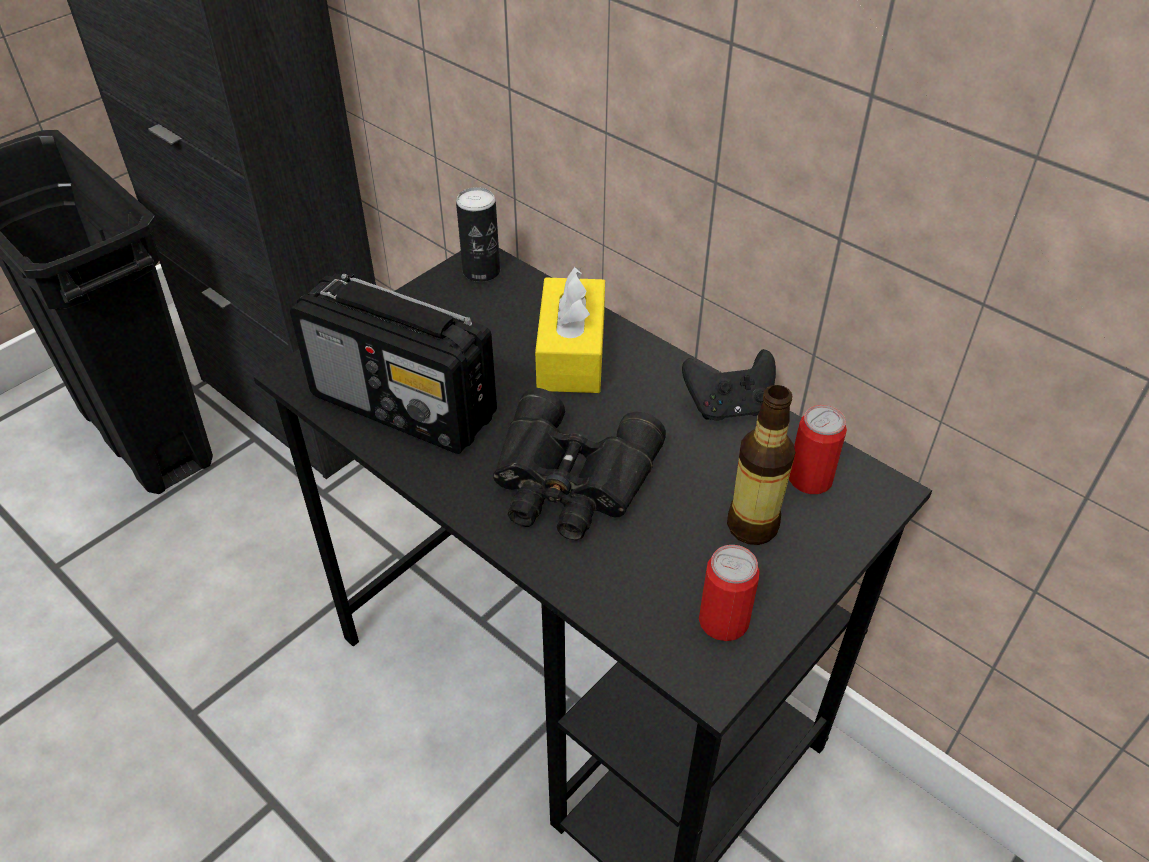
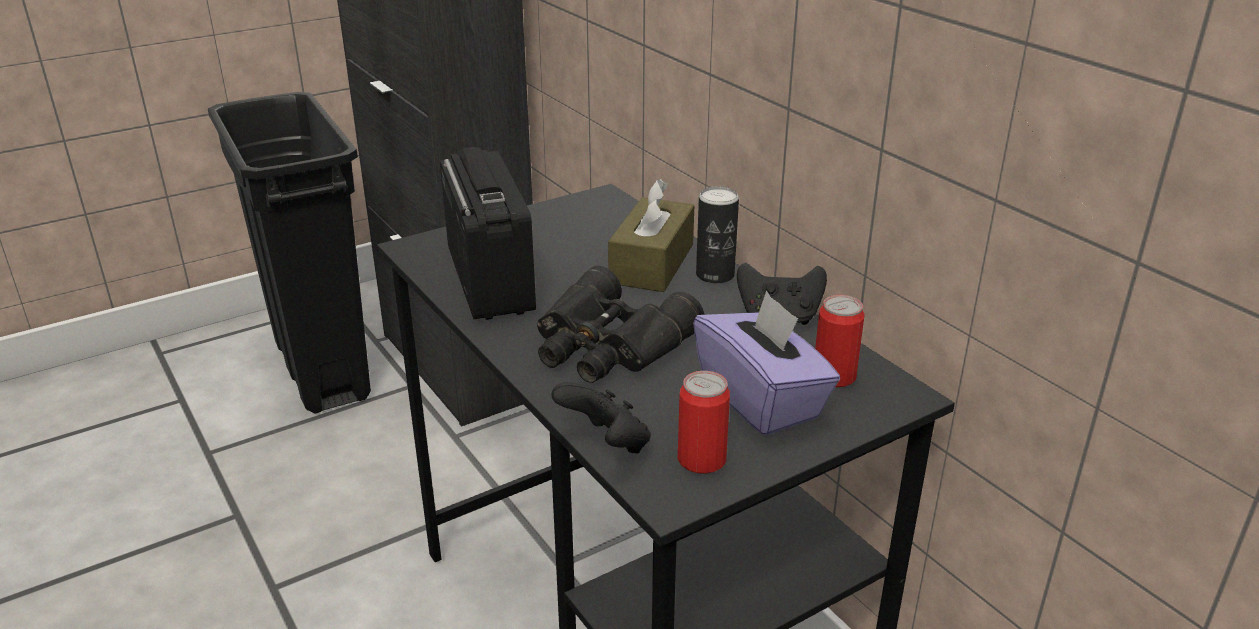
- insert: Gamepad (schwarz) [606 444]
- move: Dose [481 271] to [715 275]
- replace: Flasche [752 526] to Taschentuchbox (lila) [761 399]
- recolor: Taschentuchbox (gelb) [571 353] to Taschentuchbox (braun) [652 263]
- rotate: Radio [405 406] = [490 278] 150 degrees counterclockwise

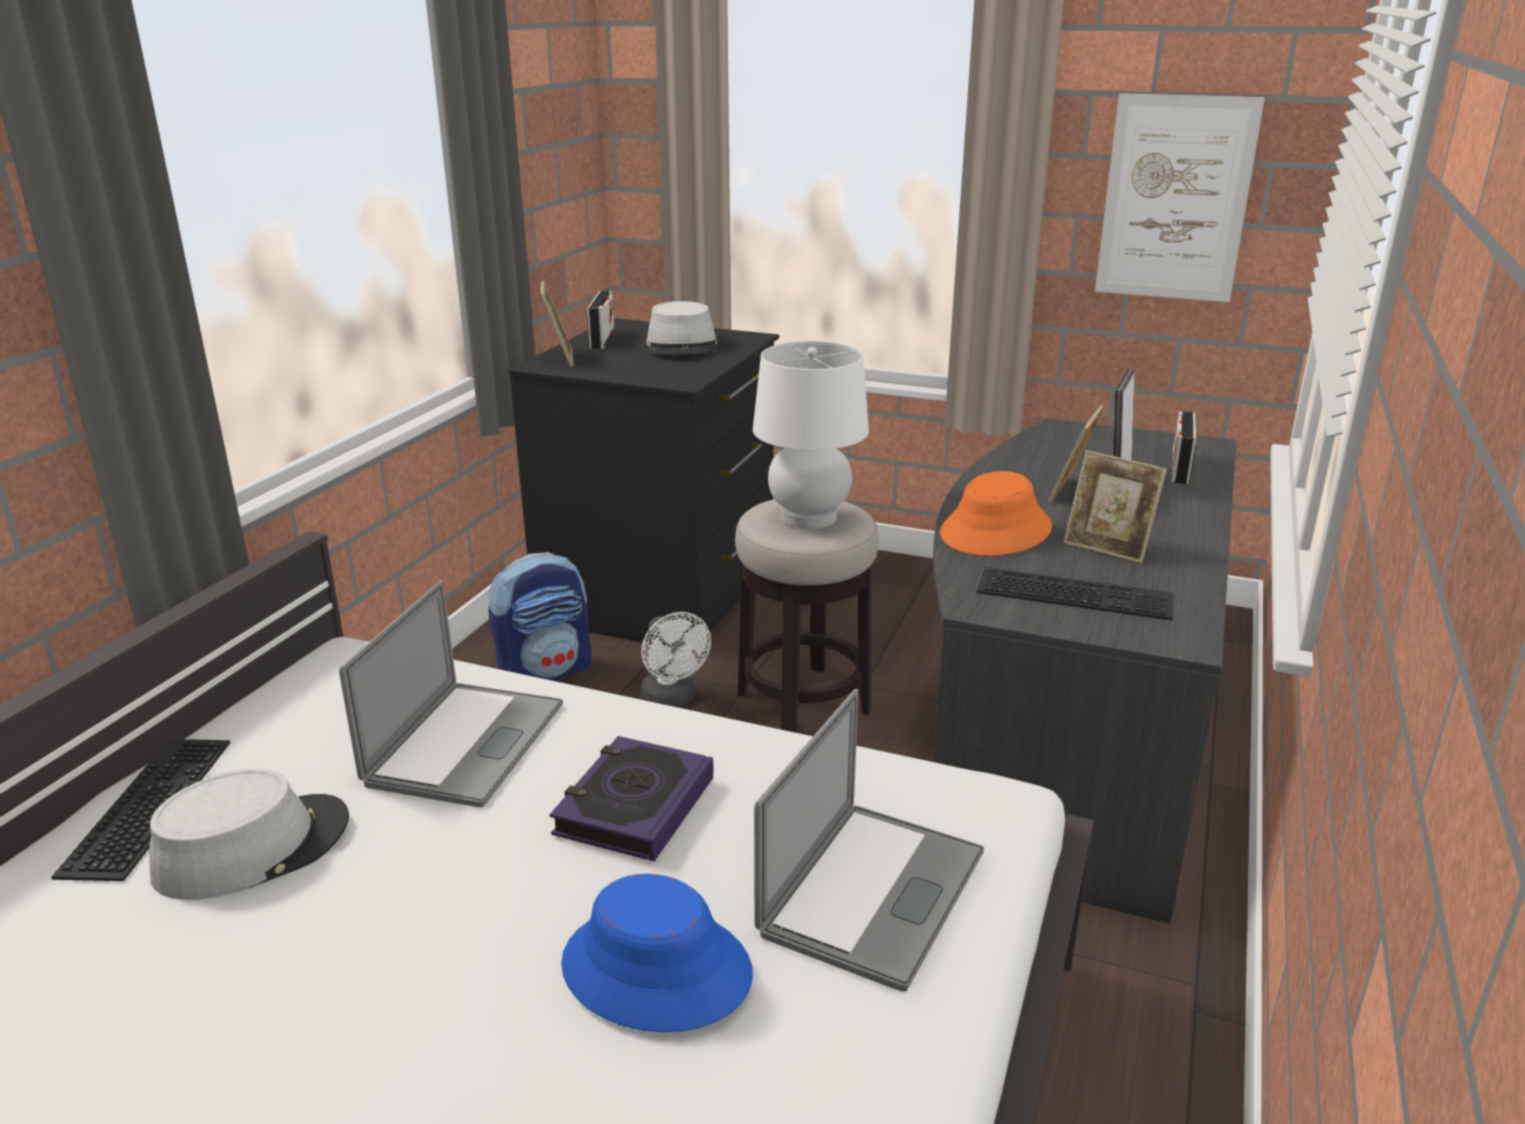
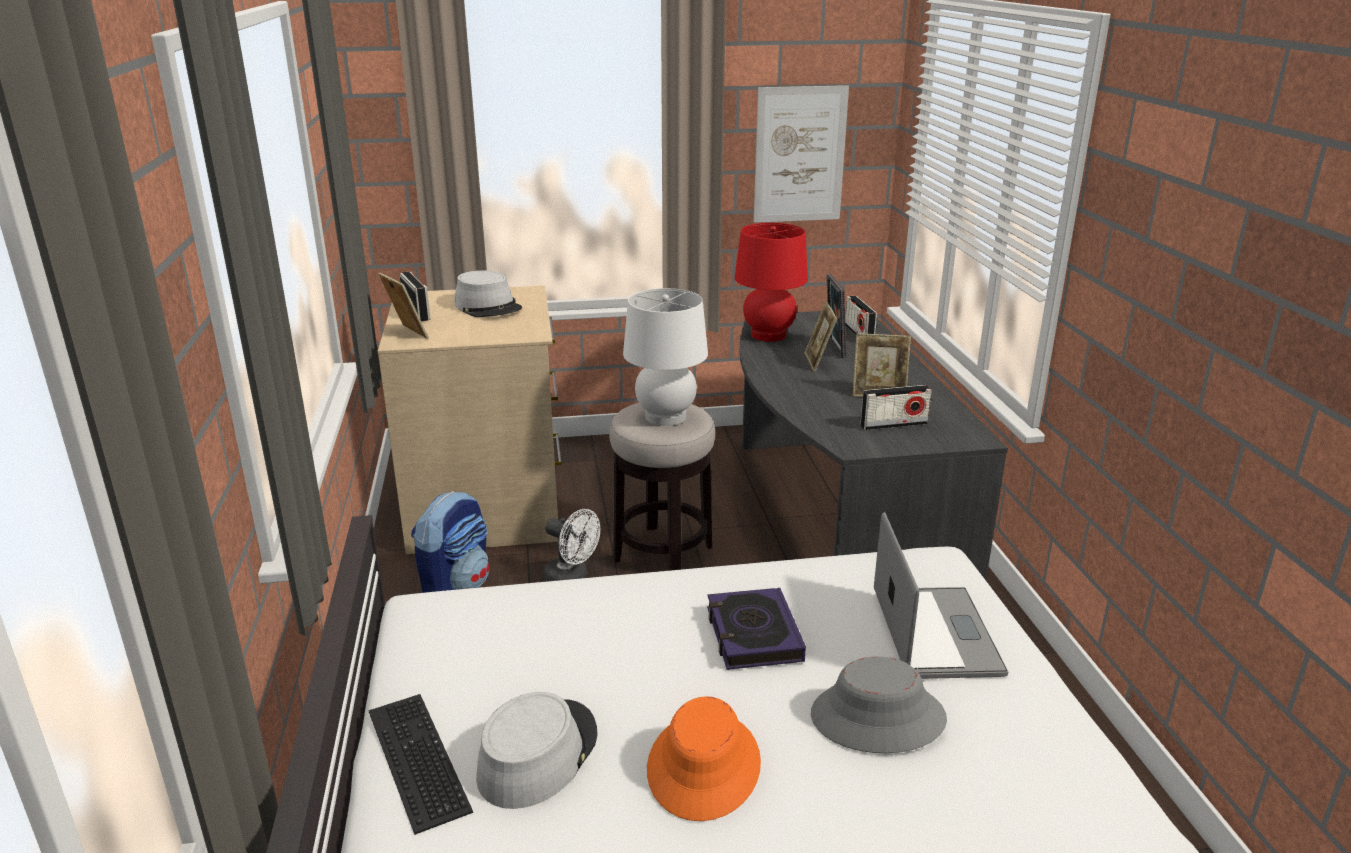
- delete: Laptop [466 743]
- insert: Tischlampe (rot) [768 335]
- move: Hut (orange) [996 531] to [704 766]
- replace: Tastatur [1077 592] to Radio [893 425]
- recolor: Kommode (schwarz) [662 594] to Kommode (beige) [487 506]
- recolor: Hut (blau) [655 970] to Hut (grau) [877 718]

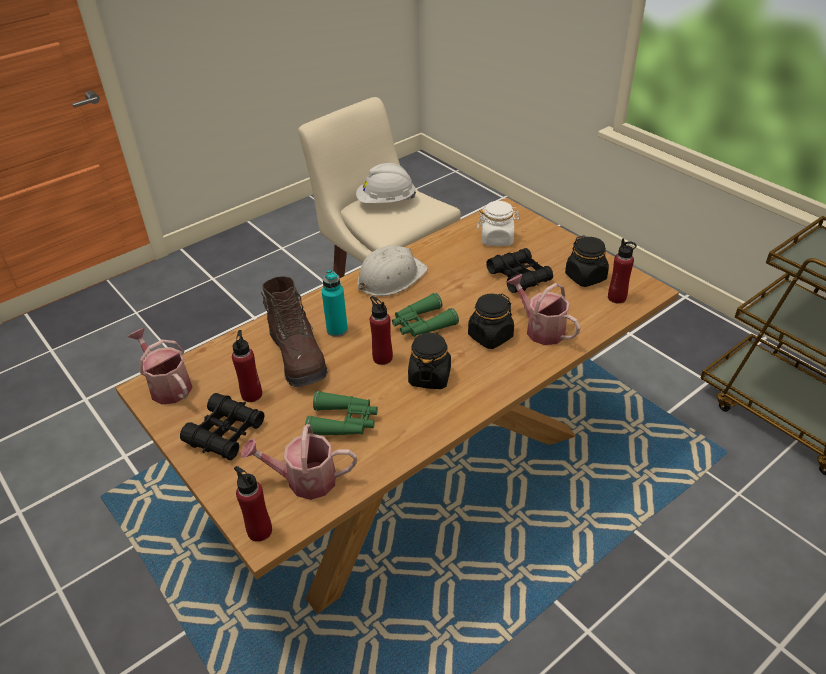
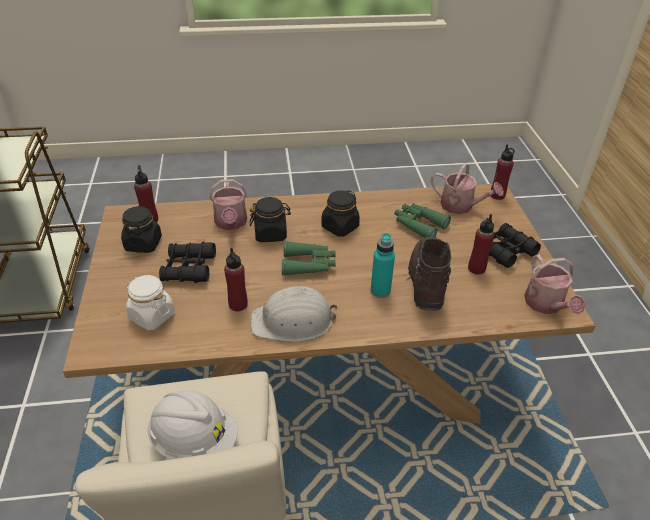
- move: Flasche (rot) [382 358] to [238 304]

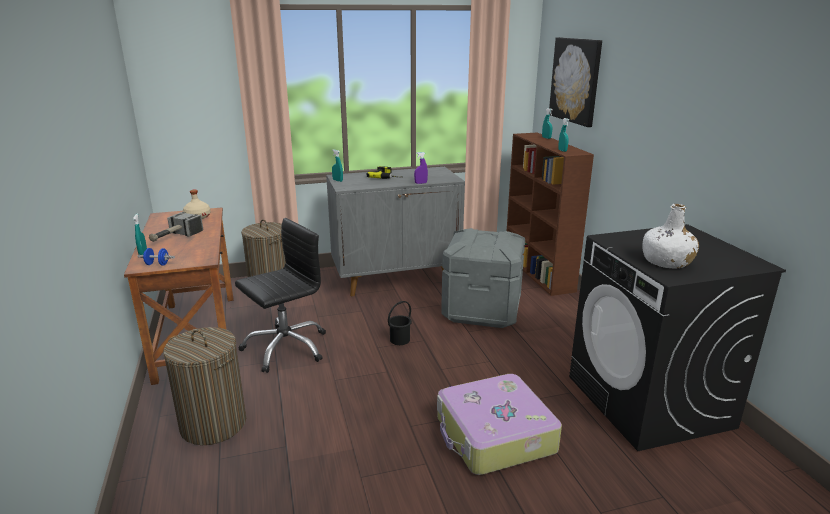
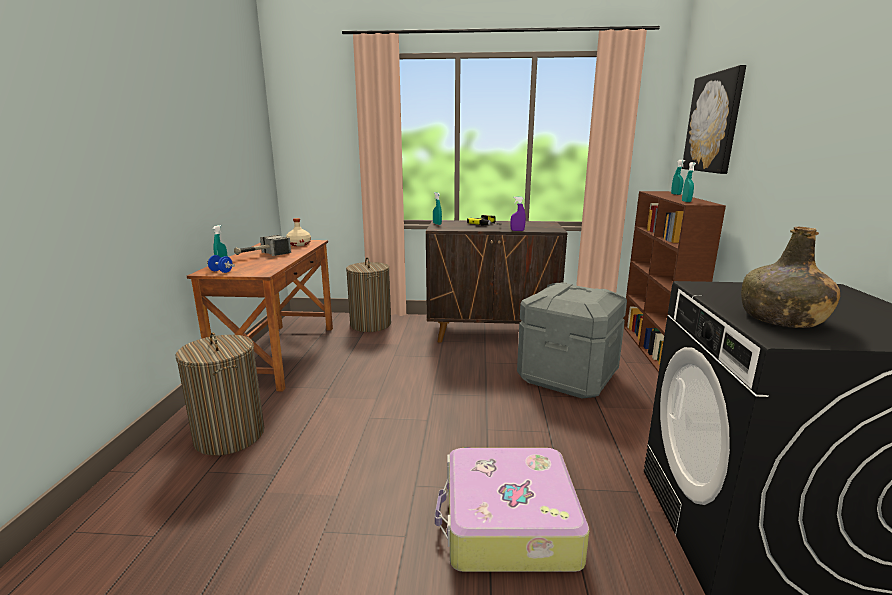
- delete: Bürostuhl (schwarz) [285 347]
- delete: Eimer (schwarz) [399 340]
- recolor: Schrank (grau) [396 279] to Schrank (braun) [492 333]
- recolor: Flasche (weiß) [666 262] to Flasche (grün) [781 319]

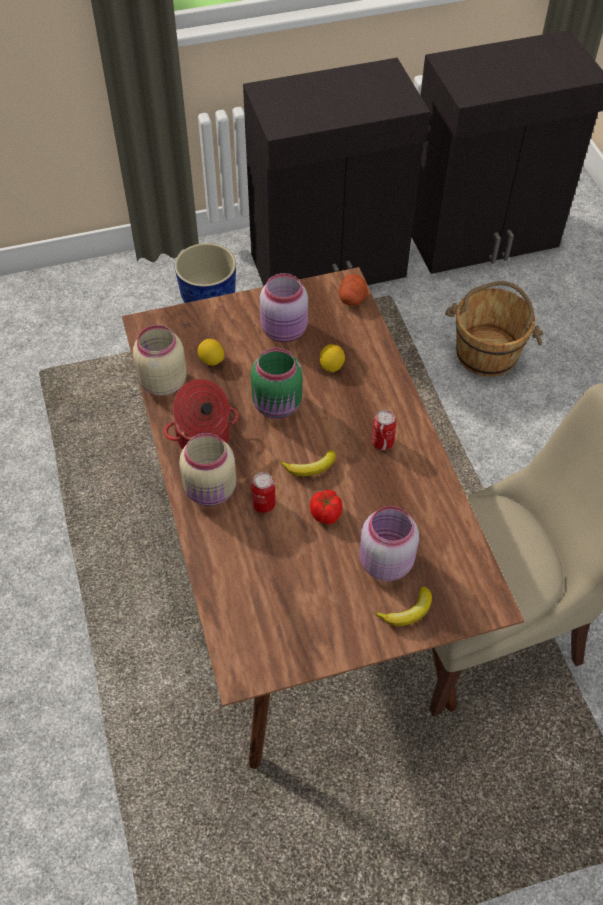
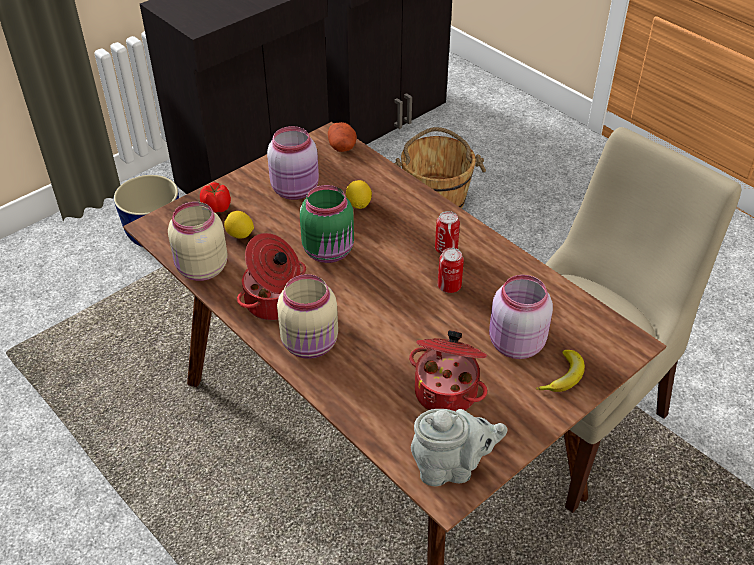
- delete: Banane [310 468]
- insert: Kochtopf [447 391]
- insert: Teekanne (grau) [451 467]
- move: Dose [263 504] to [449 286]
- move: Tomate [326 514] to [217 208]

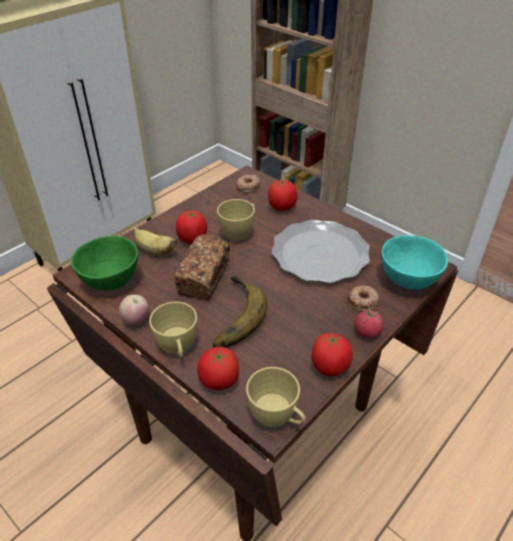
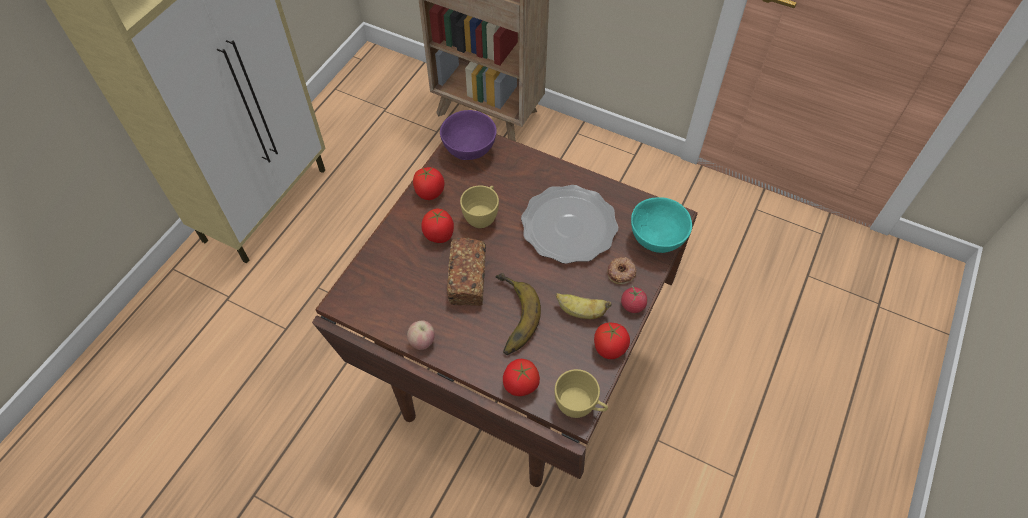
- delete: Schüssel (grün) [110 281]
- delete: Tasse (gelb) [178 349]
- move: Banane [154 250] to [580 312]
- move: Tomate [282 207] to [430 193]
- replace: Donut [248 186] to Schüssel (lila) [470 151]

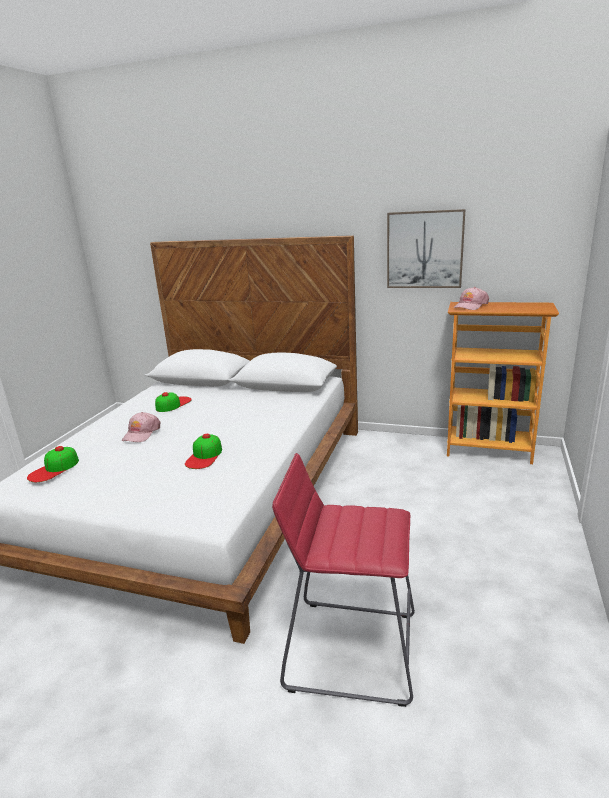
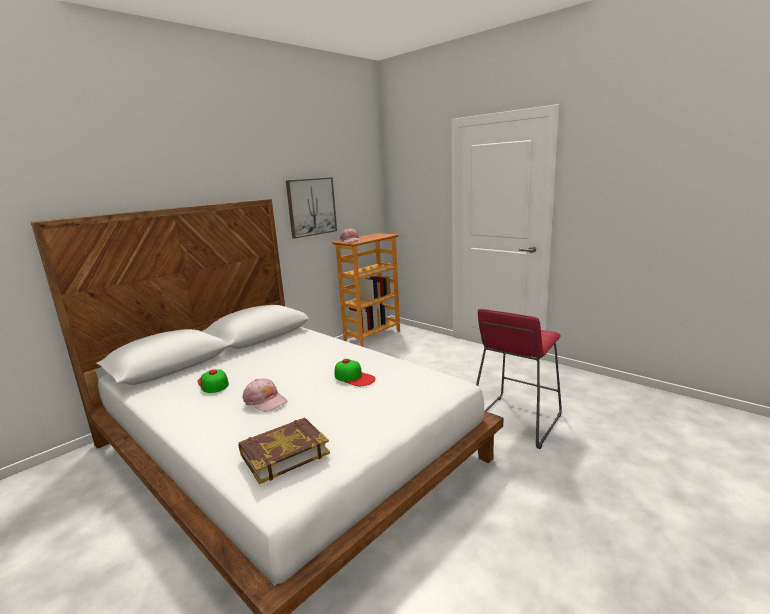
- replace: Kappe [54 469] to Buch [284 453]

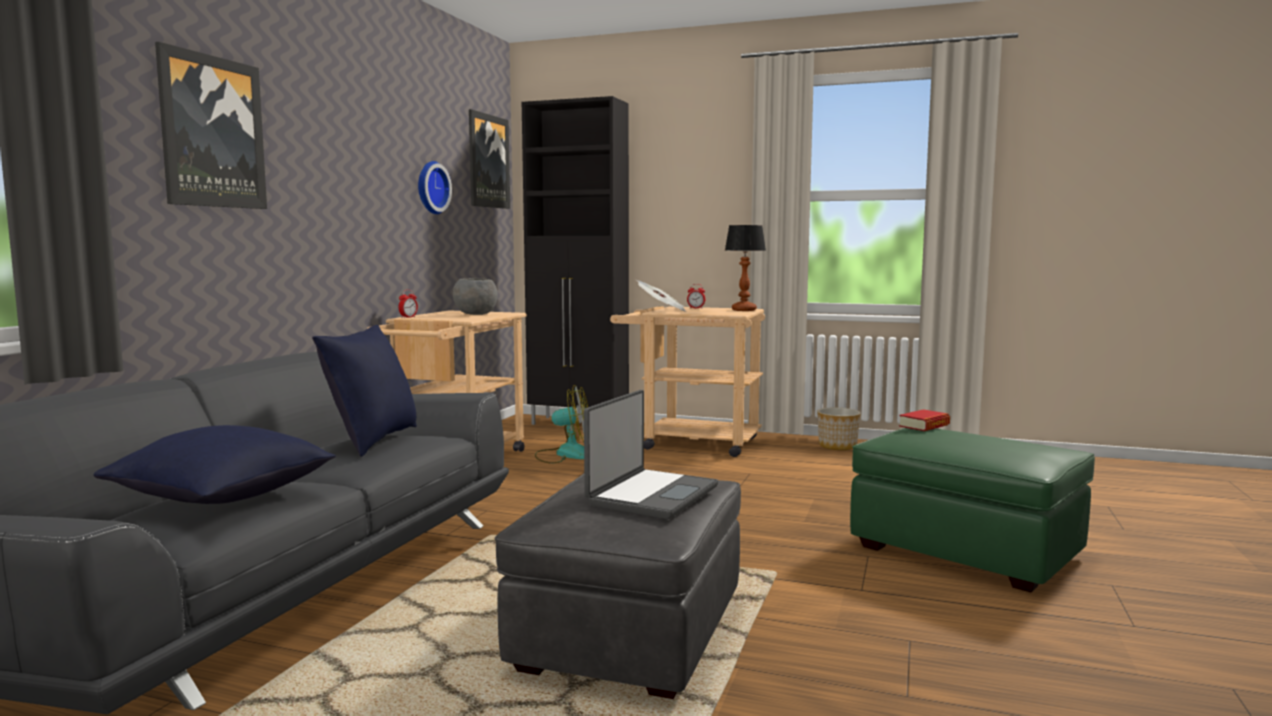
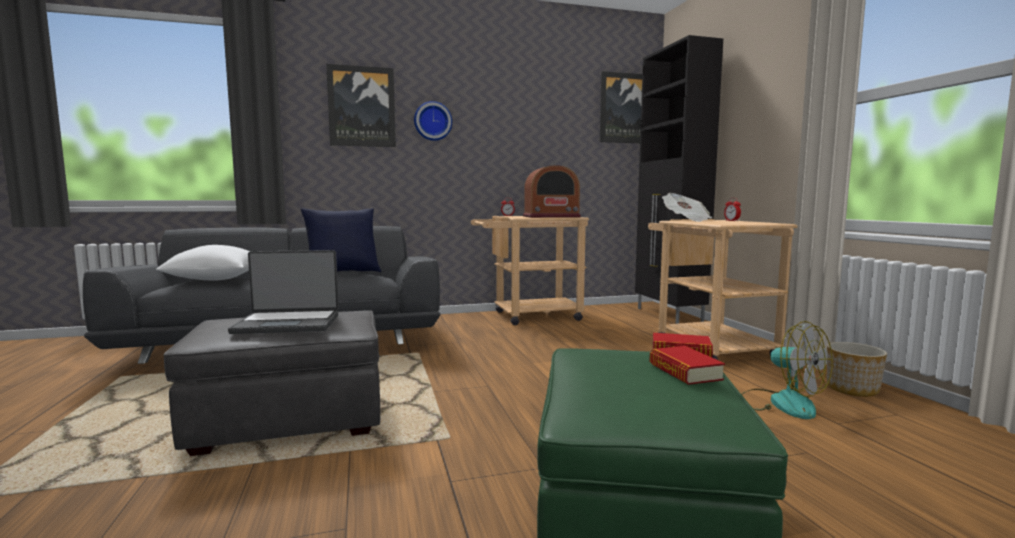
- delete: Tischlampe [743 310]
- insert: Buch [684 372]
- move: Wanduhr [430 188] to [432 121]
- move: Ventilator [565 454] to [781 403]
- replace: Schüssel (grau) [475 314] to Radio [551 216]
- recolor: Kissen (blau) [223 498] to Kissen (weiß) [215 279]

